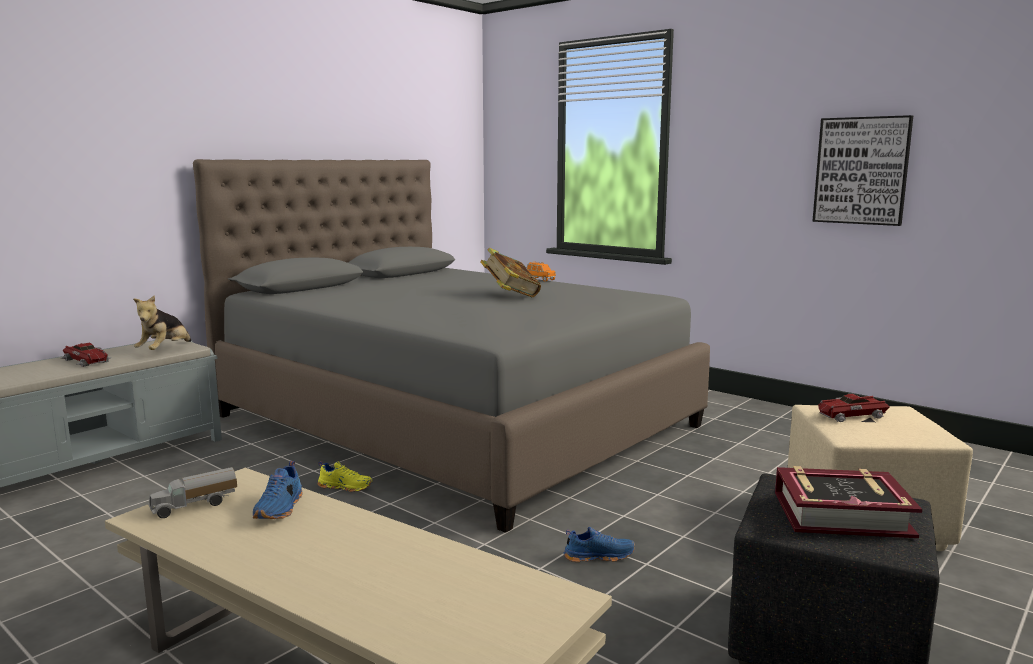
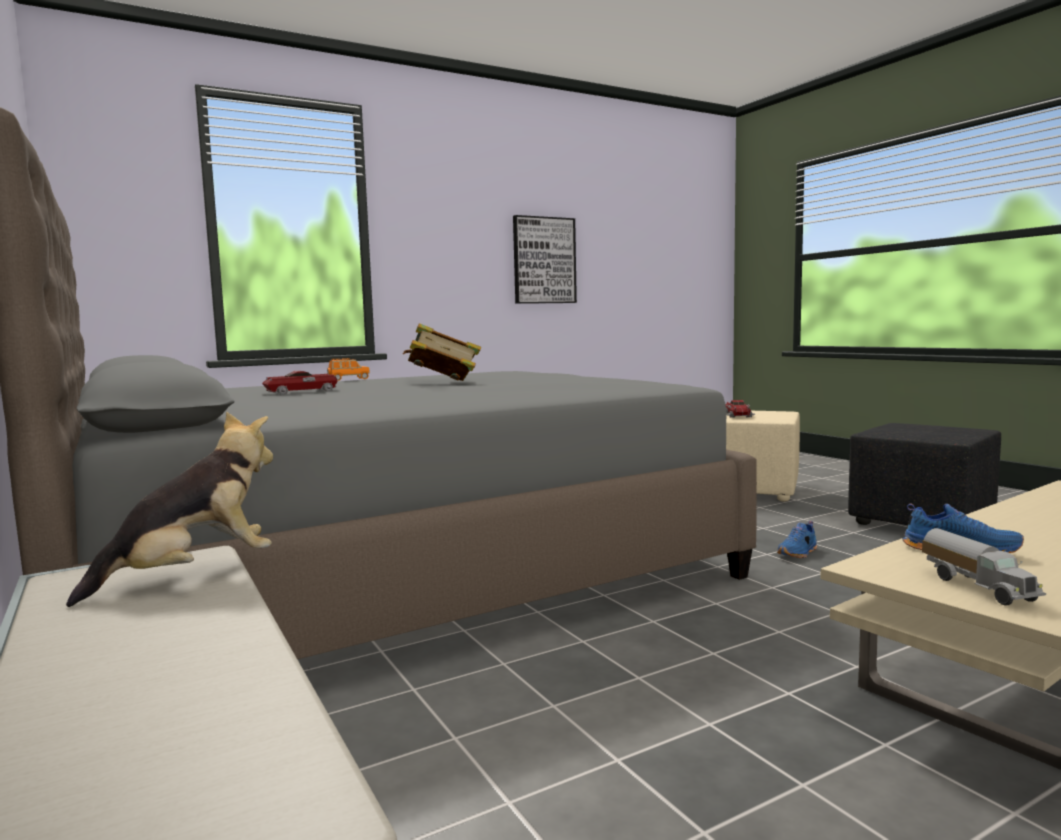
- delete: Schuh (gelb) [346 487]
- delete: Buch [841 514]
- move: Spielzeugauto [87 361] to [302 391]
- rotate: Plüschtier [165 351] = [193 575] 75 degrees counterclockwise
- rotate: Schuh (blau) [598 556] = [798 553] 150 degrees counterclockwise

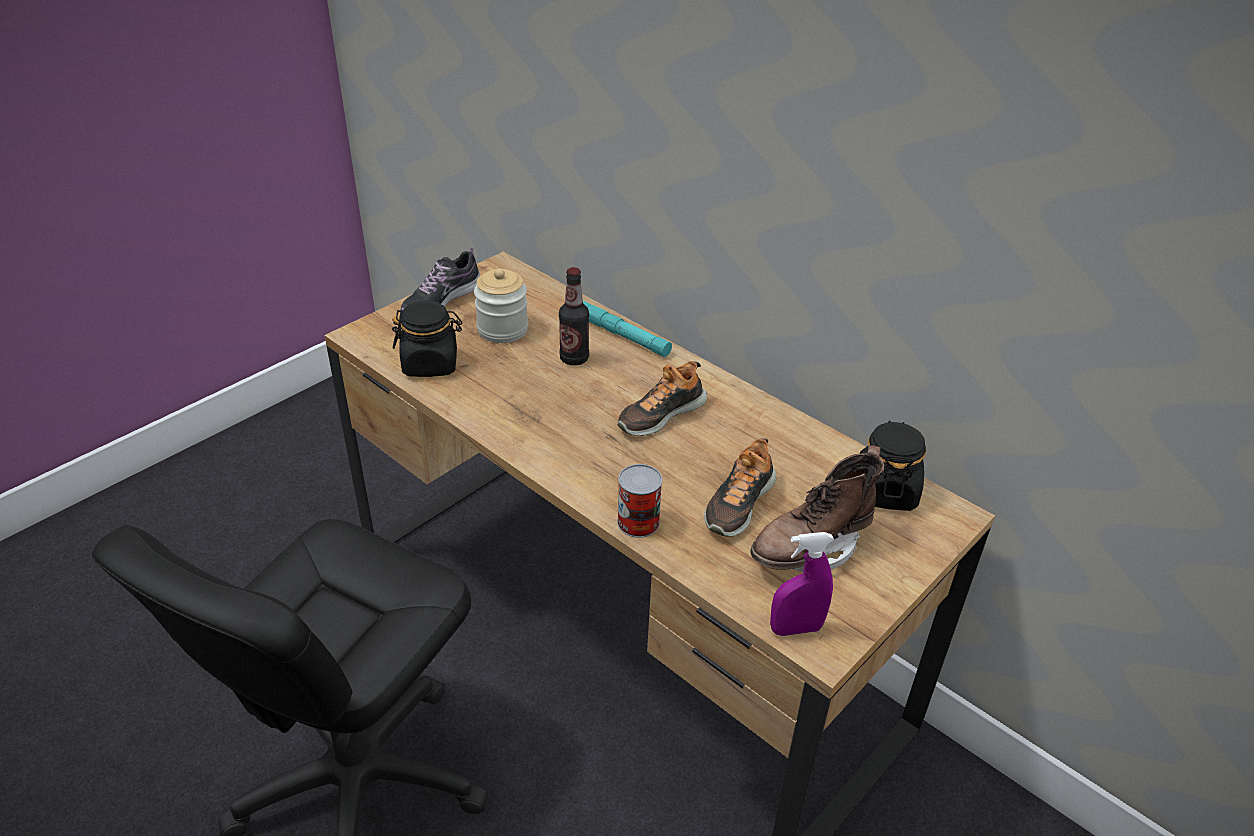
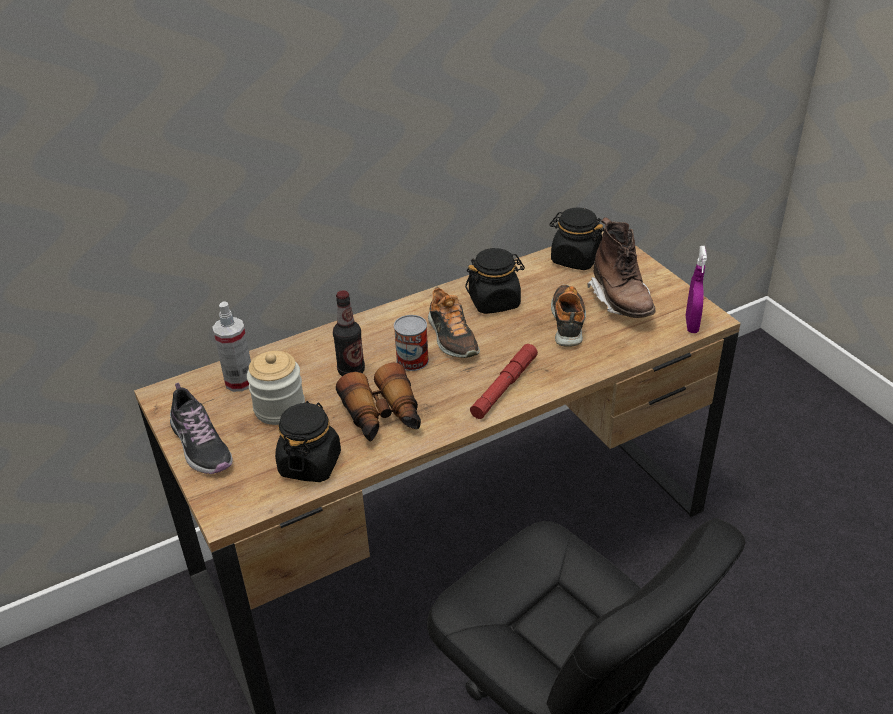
- delete: Taschenlampe (türkis) [622 335]
- insert: Sprühflasche [239 382]
- insert: Fernglas [383 417]
- insert: Vorratsglas (schwarz) [494 301]
- insert: Taschenlampe (rot) [504 386]
- move: Dose [638 522] to [412 360]
- rotate: Schuh [738 504] = [568 322] 135 degrees counterclockwise

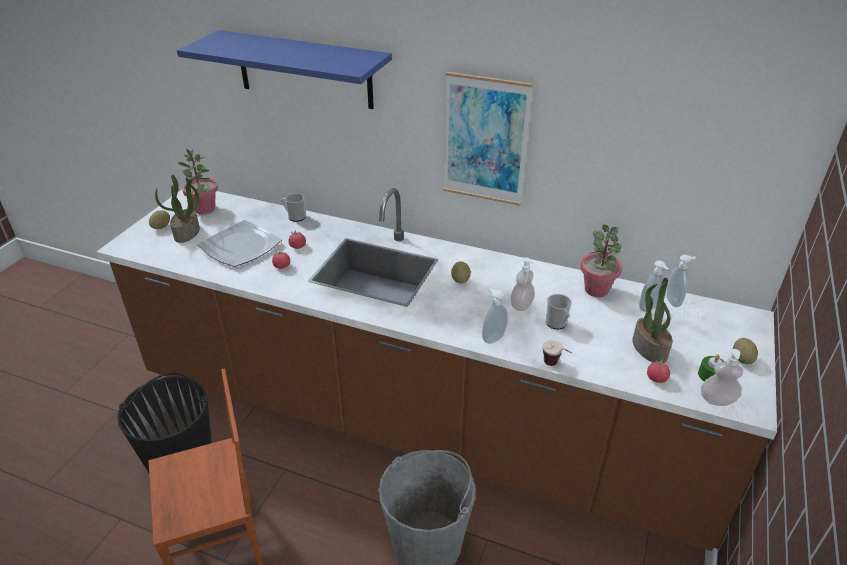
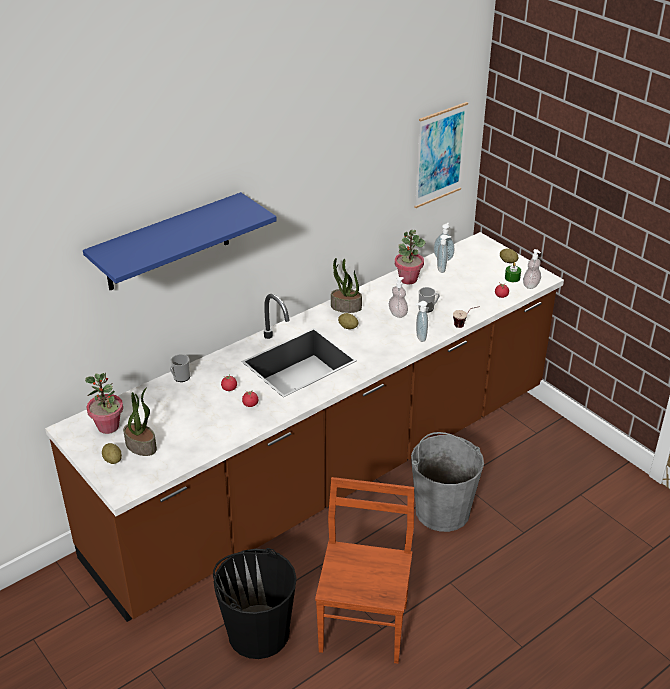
- delete: Teller [240 246]
- move: Bild [485 140] to [440 155]
- move: Topfpflanze [648 348] to [345 307]

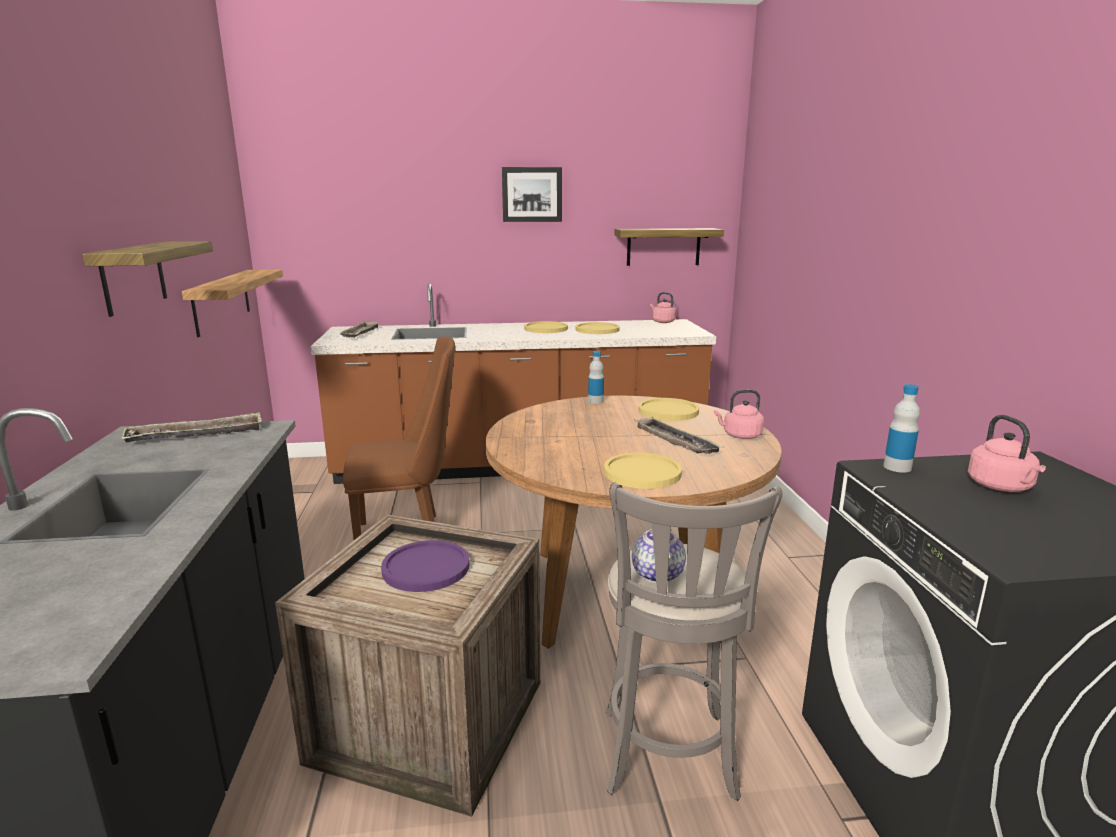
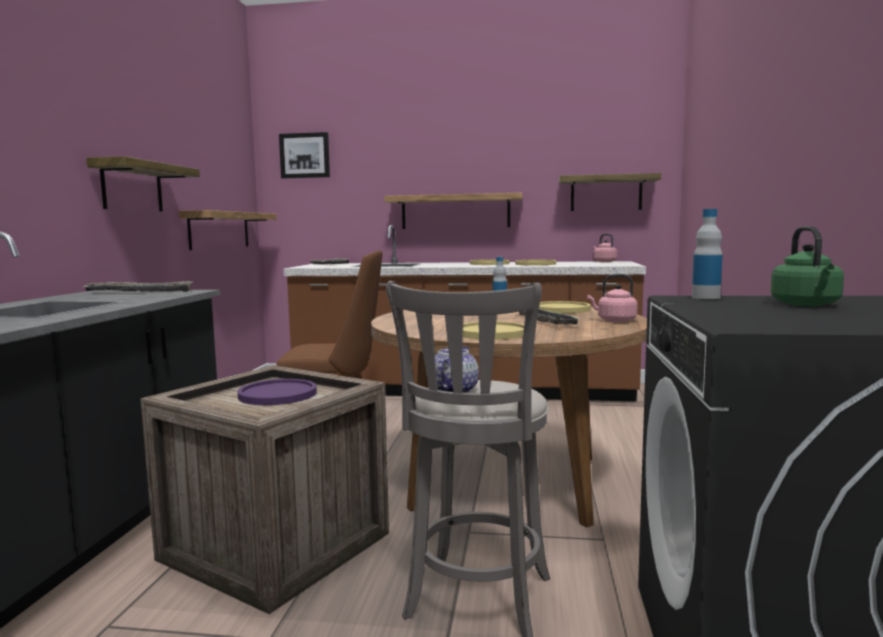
- insert: Wandregal [455 211]
- move: Bild [532 194] to [305 155]
- recolor: Wasserkessel (rosa) [1001 487] to Wasserkessel (grün) [806 305]

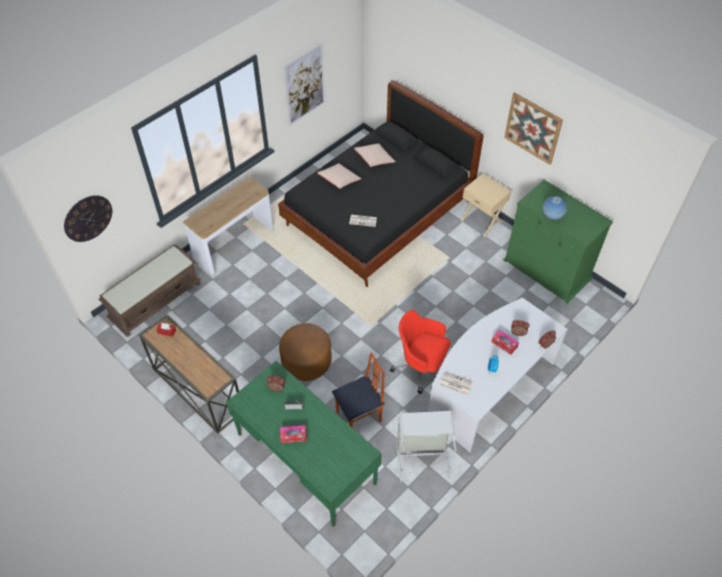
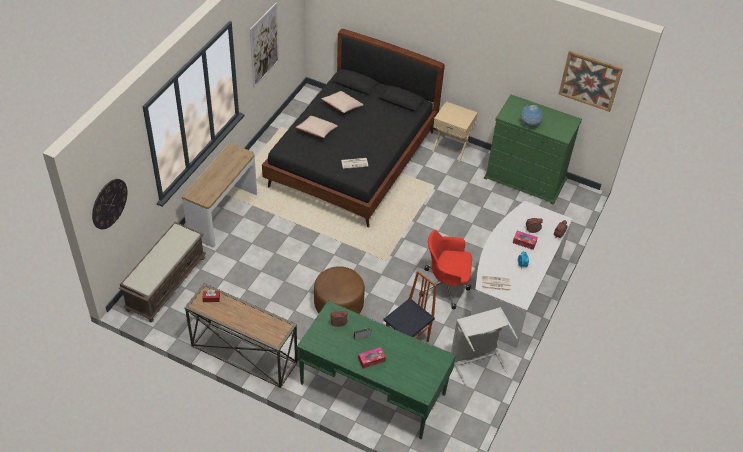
- move: Bild [533 128] to [590 81]

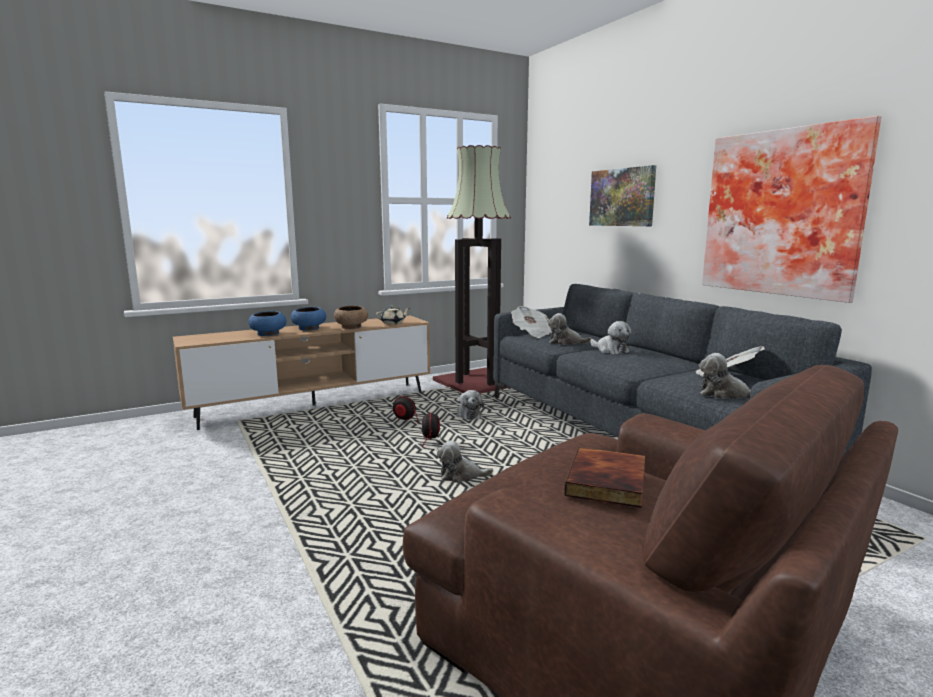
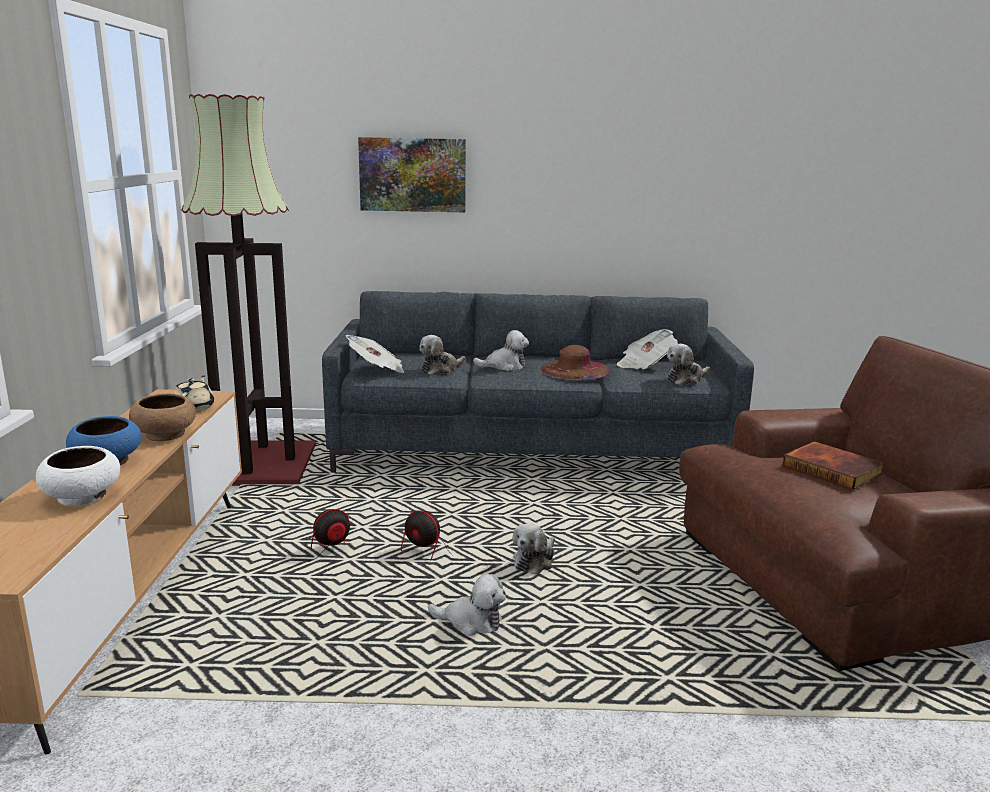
- delete: Bild [783 213]
- insert: Hut (braun) [575 370]
- move: Plüschtier [468 415] to [471 622]
- recolor: Schüssel (blau) [268 334] to Schüssel (weiß) [83 497]

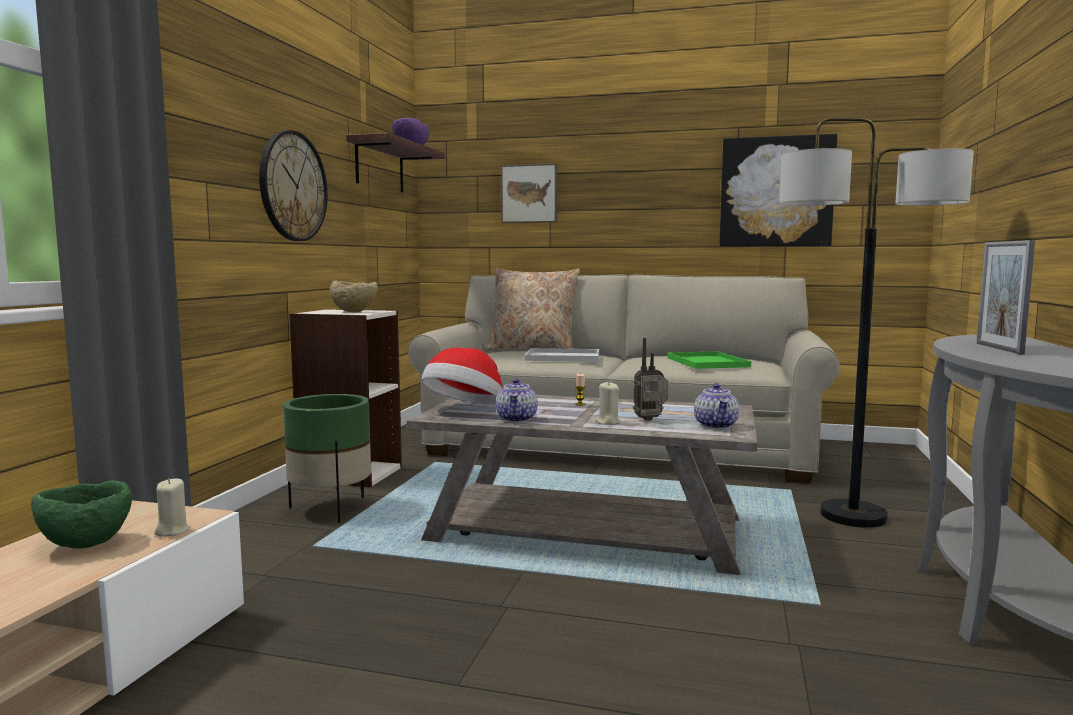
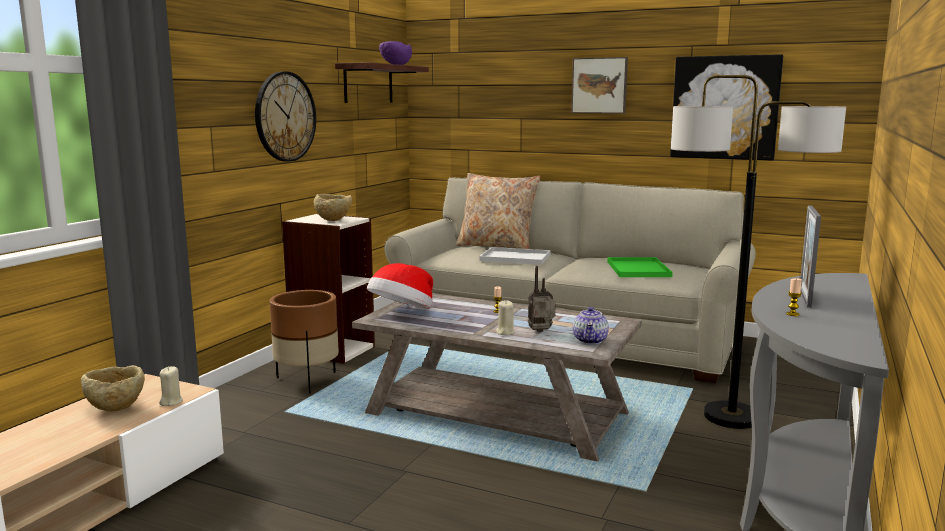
- delete: Teekanne [517 419]
- insert: Kerze [792 314]
- move: Bild [530 194] to [600 85]
- recolor: Schüssel (grün) [86 543] to Schüssel (beige) [116 407]
- recolor: Pflanzkübel (grün) [331 509] to Pflanzkübel (braun) [307 381]

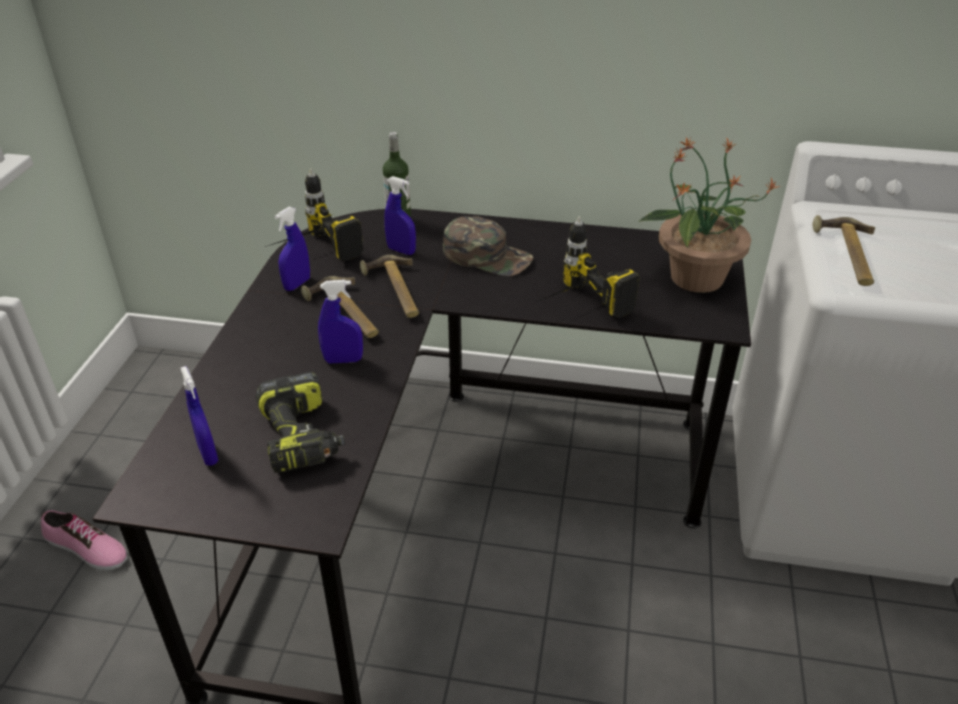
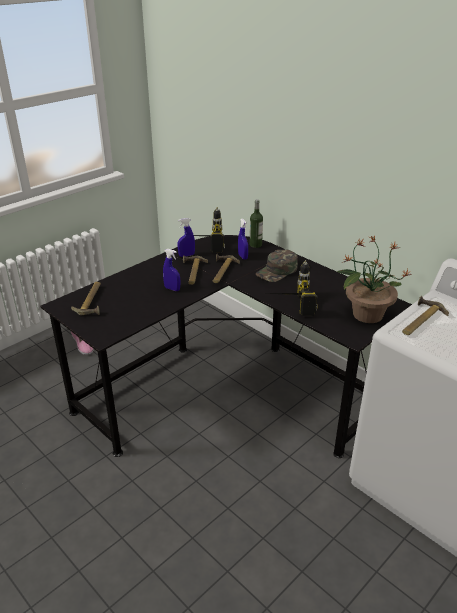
- delete: Bohrmaschine [302 437]
- replace: Sprühflasche (blau) [208 454] to Hammer [93 301]
- rotate: Kappe (grün) [487 256] = [277 271] 75 degrees clockwise

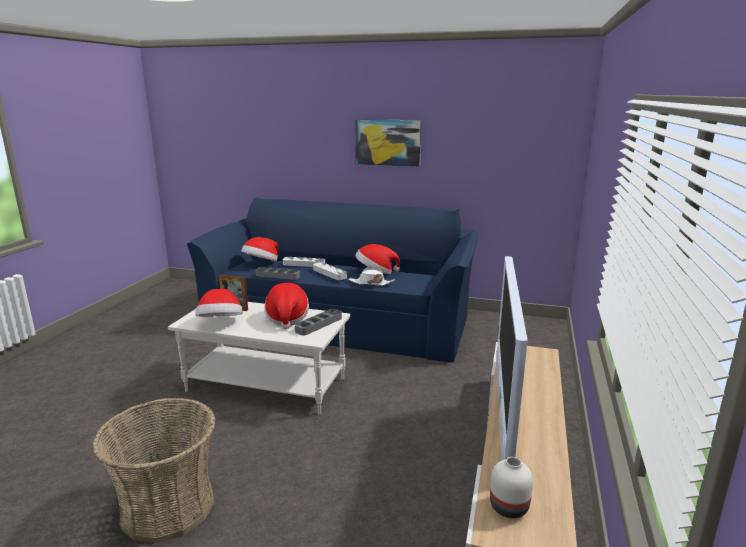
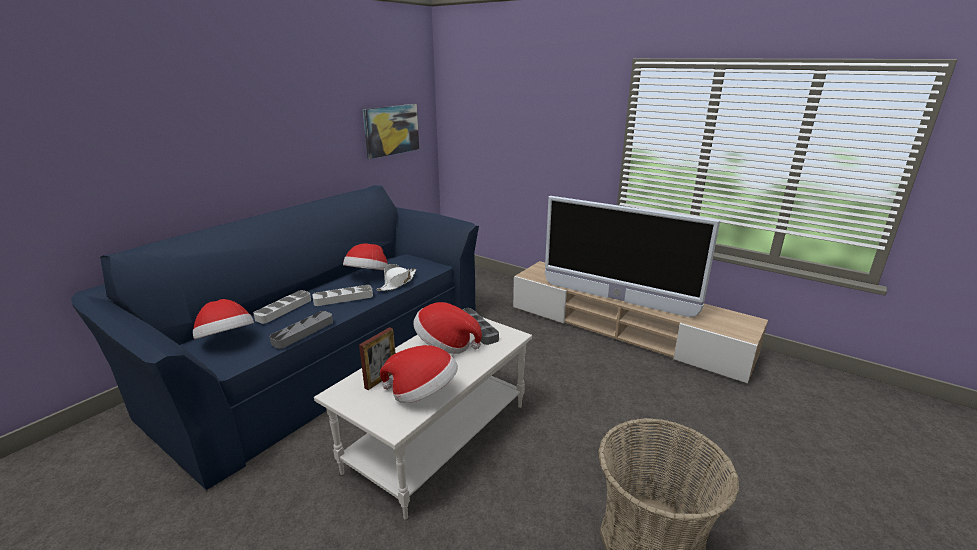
- delete: Vase (weiß) [508 508]
- move: Bild [388 142] to [391 130]

